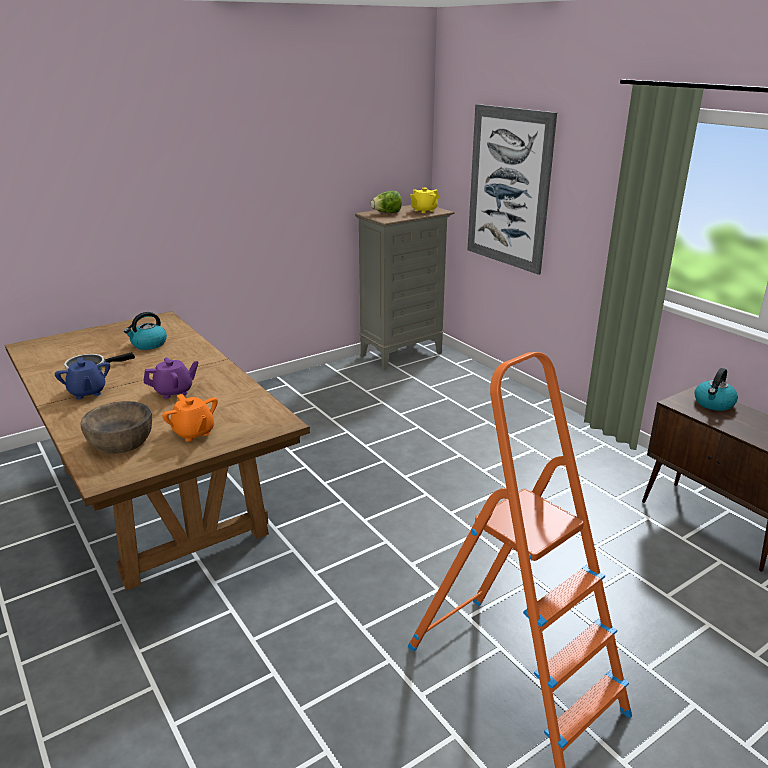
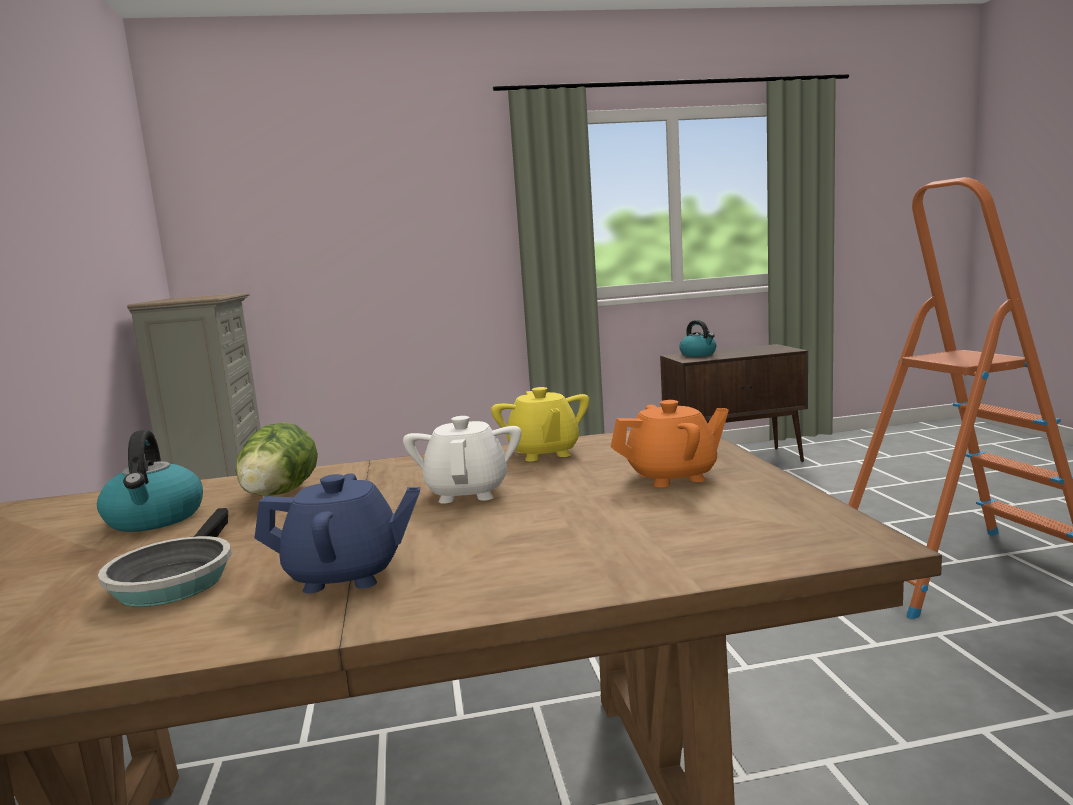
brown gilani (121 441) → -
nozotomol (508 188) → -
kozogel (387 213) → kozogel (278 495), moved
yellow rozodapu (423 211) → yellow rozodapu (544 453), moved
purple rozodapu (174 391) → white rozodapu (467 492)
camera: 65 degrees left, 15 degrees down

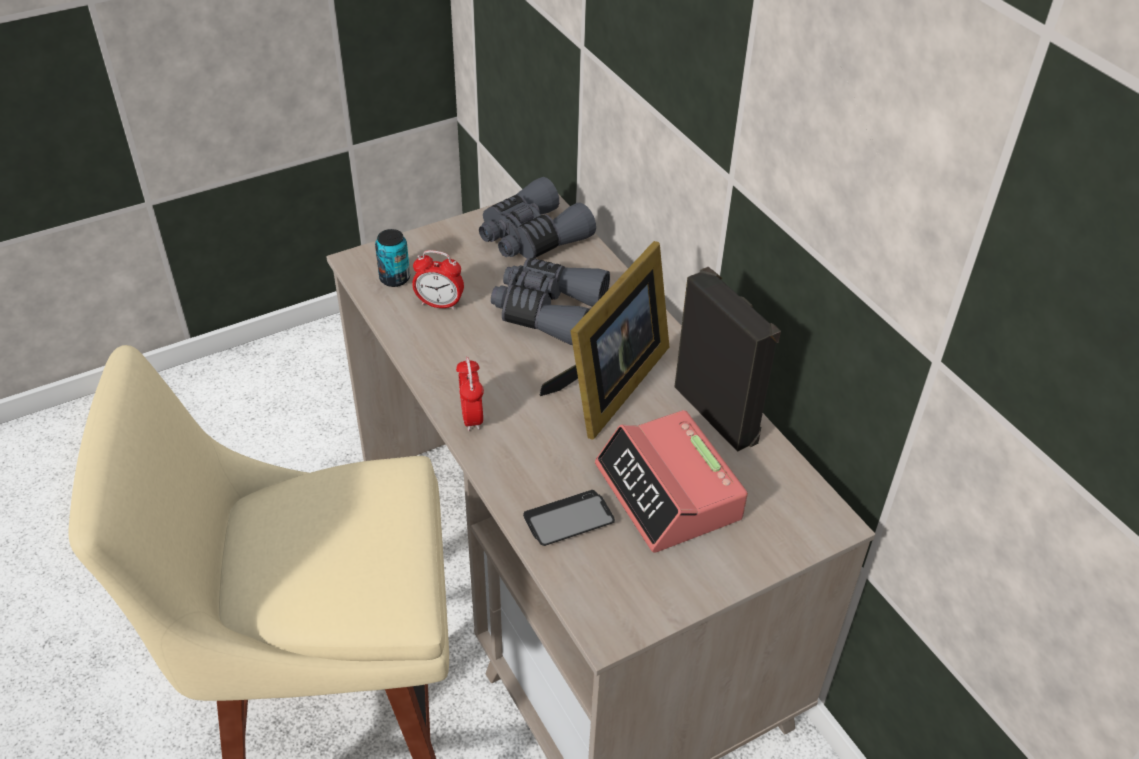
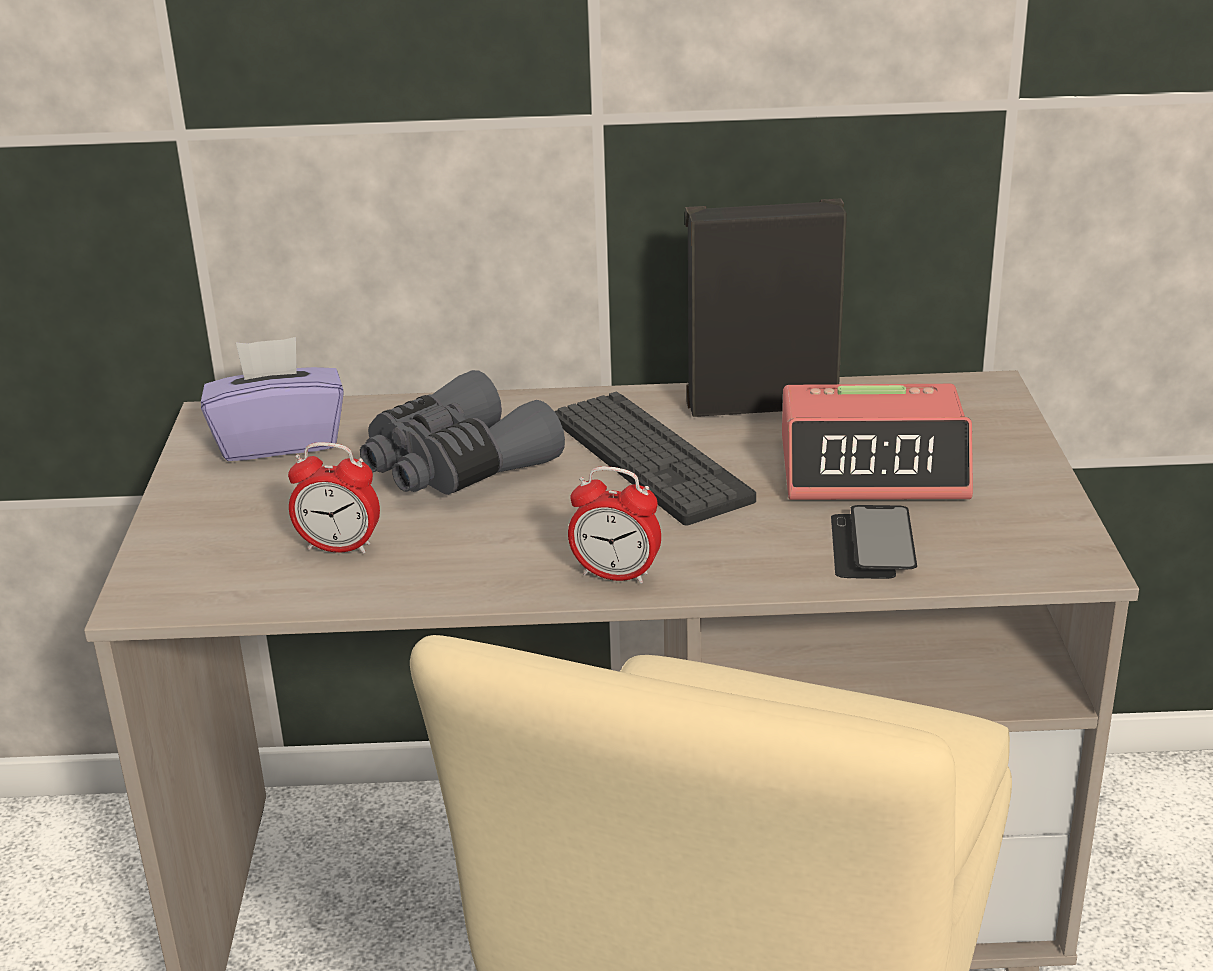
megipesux (395 278) → -
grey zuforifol (531 237) → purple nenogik (279 441)
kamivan (609 386) → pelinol (649 459)
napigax (439 304) → napigax (339 547), 60 degrees clockwise
camera: 60 degrees left, 15 degrees down

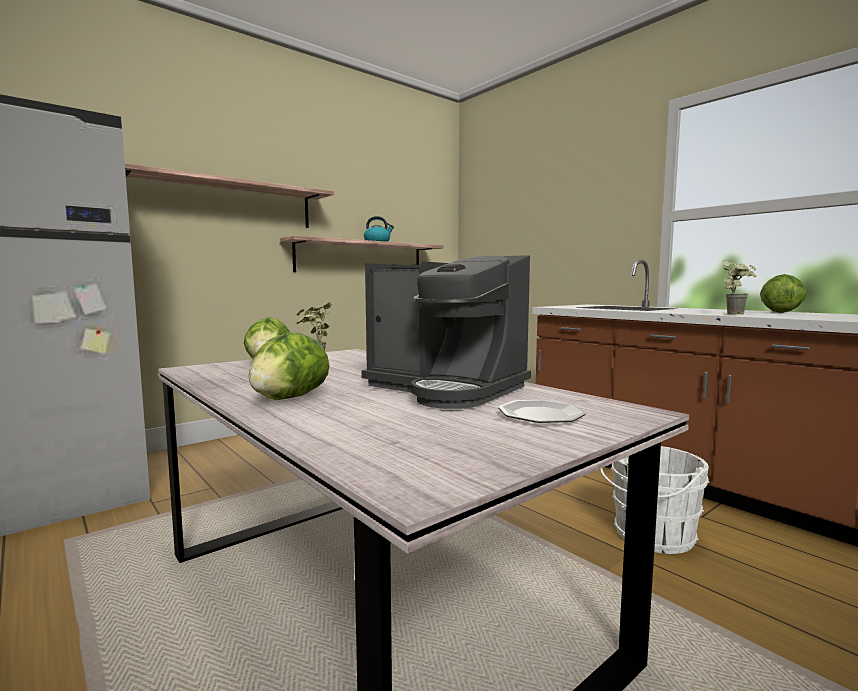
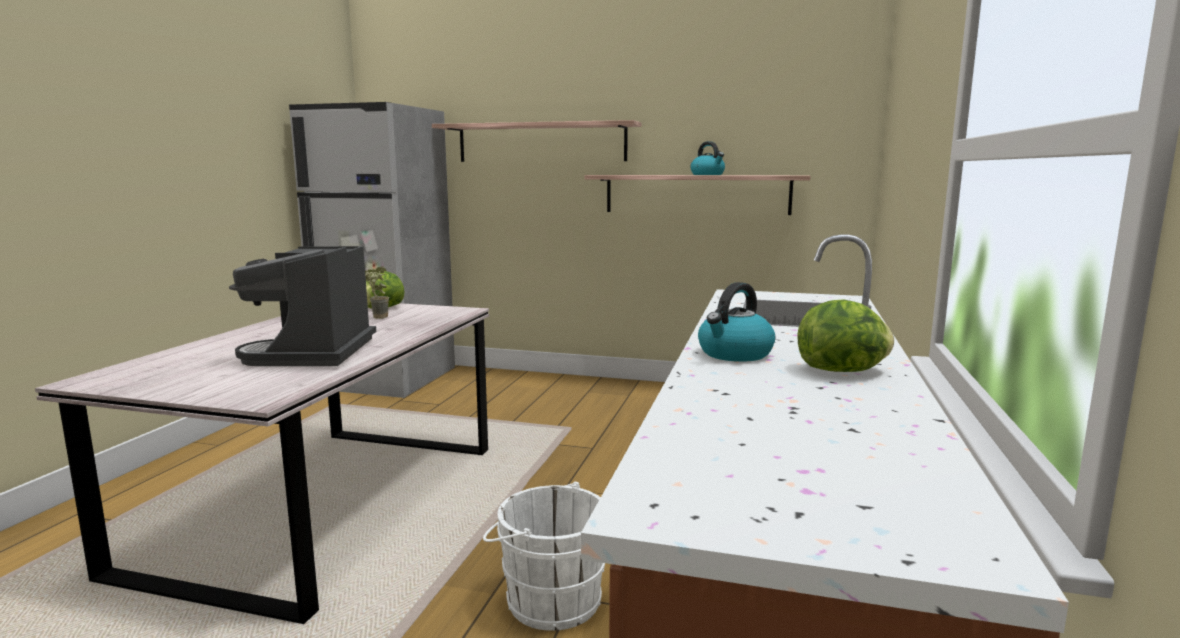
kozogel (288 398) → -
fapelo (541 415) → -
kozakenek (737 314) → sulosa (734 354)
camera: 55 degrees right, 5 degrees up

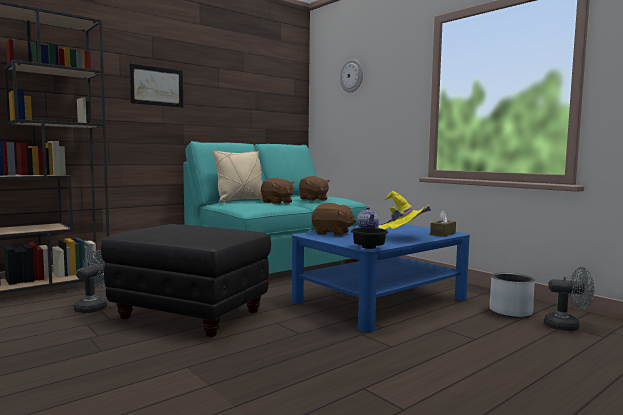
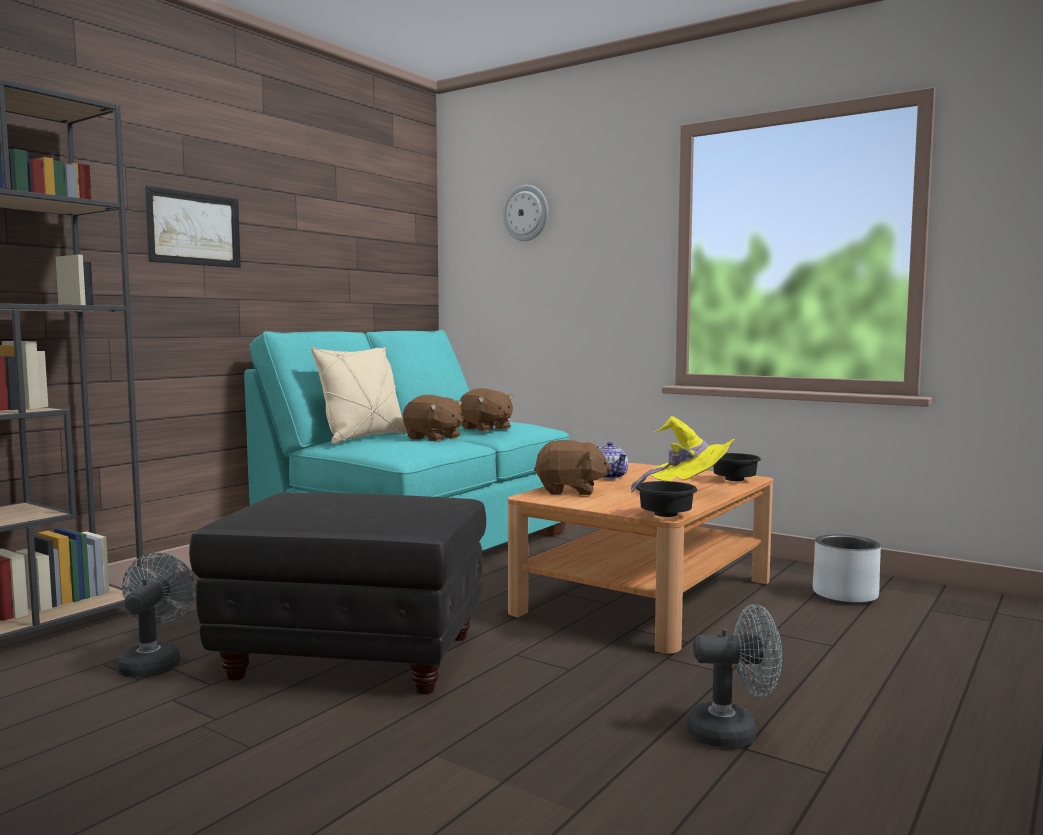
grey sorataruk (567 326) → grey sorataruk (733 733), moved
brown nenogik (443 234) → black gilani (736 480)
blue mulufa (380 300) → brown mulufa (645 596)
camera: 15 degrees left, 0 degrees up

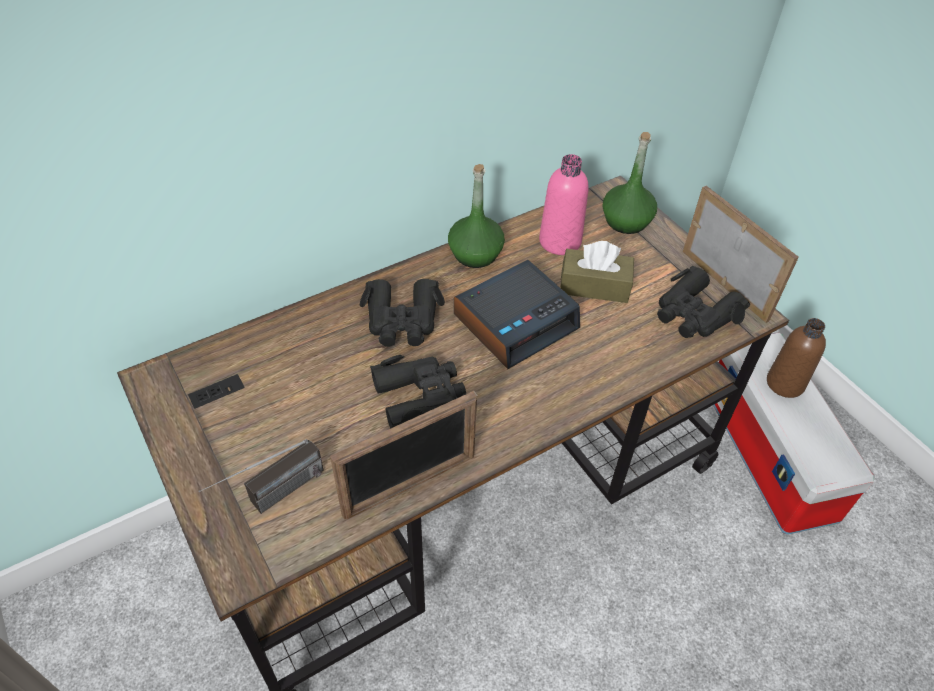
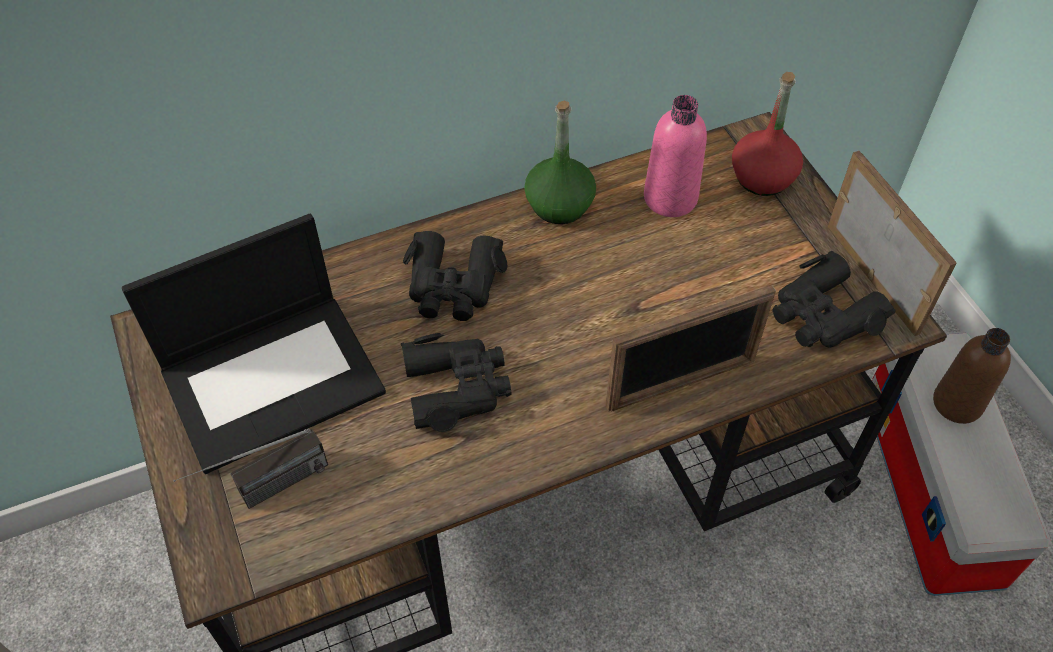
napigax (516 321) → -
brown nenogik (594 286) → -
- → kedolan (273 378)
kamivan (410 485) → kamivan (681 384), moved
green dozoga (626 221) → red dozoga (762 178)
camera: 10 degrees right, 5 degrees up

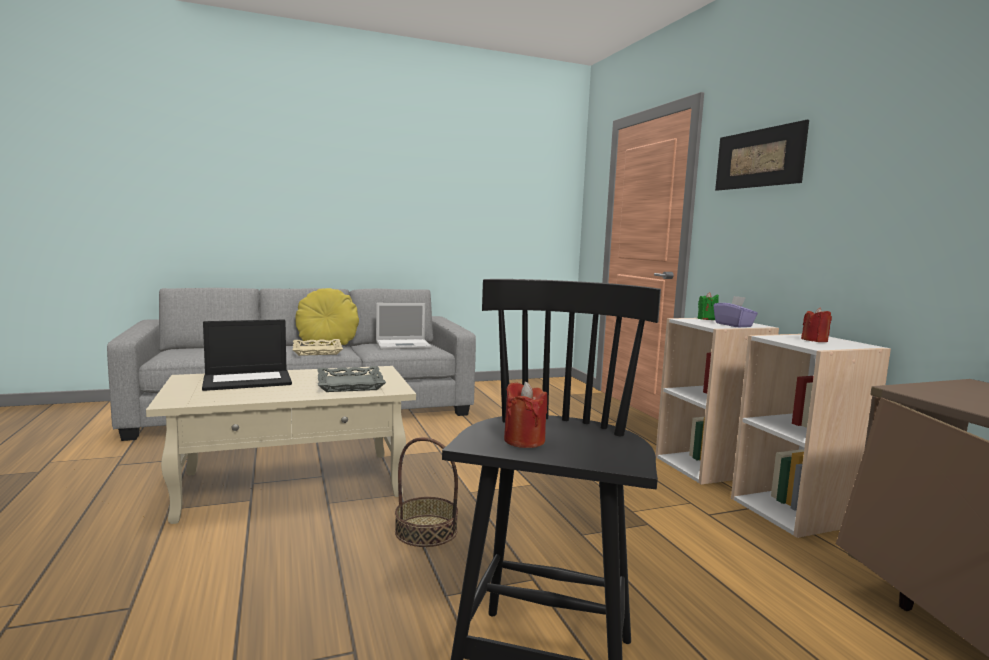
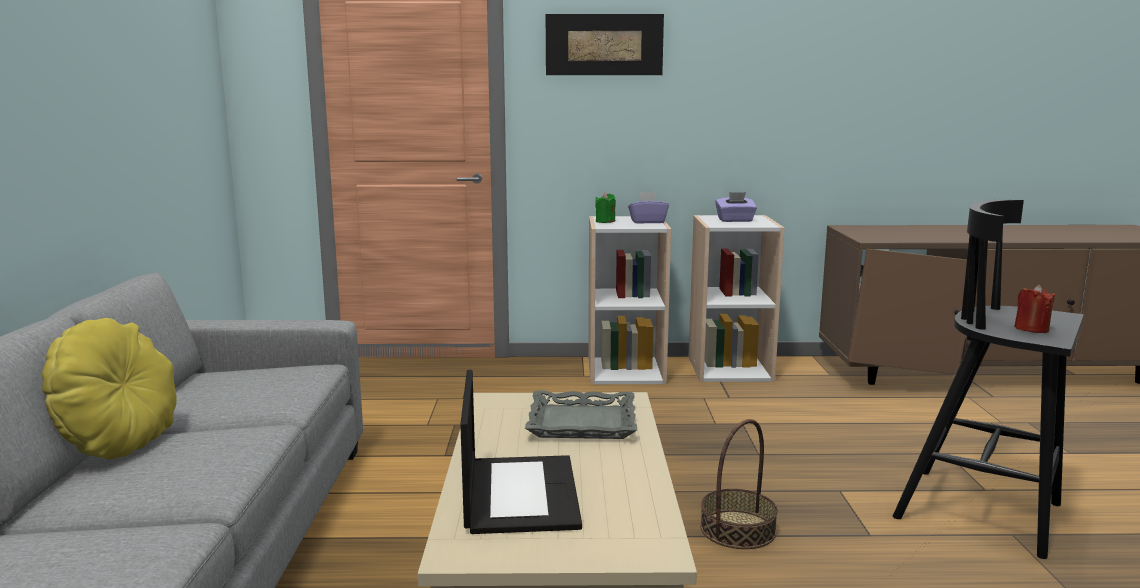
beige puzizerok (316 351) → -
kedolan (404 345) → -
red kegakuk (815 340) → purple nenogik (735 220)
camera: 70 degrees left, 5 degrees up

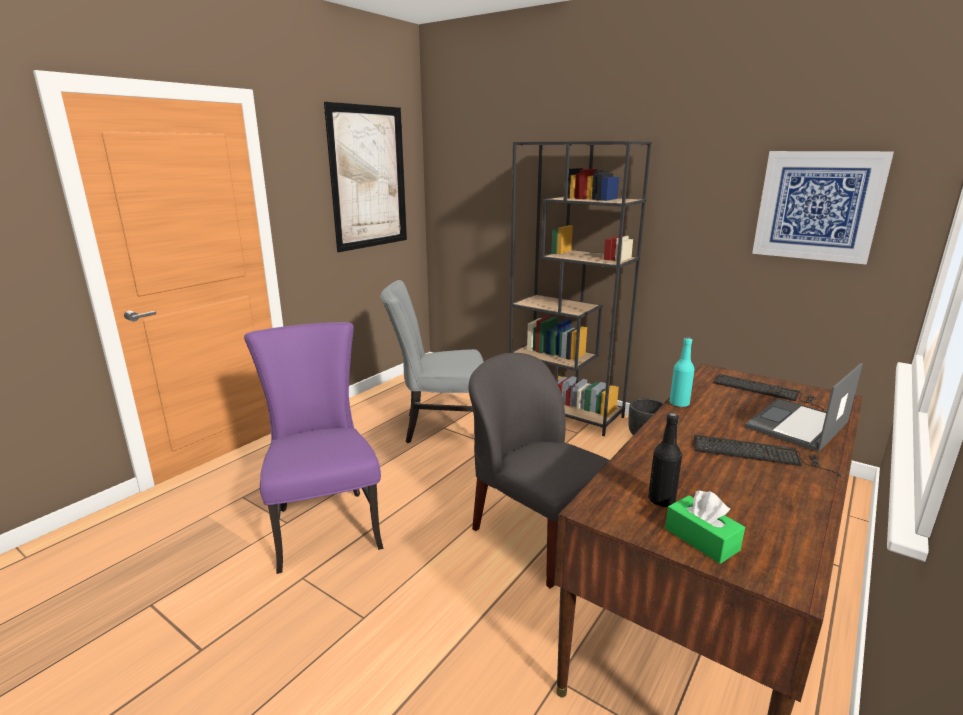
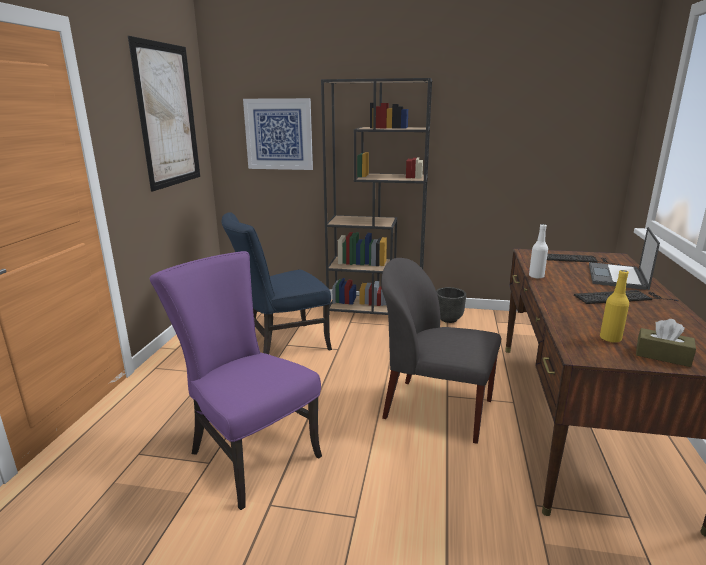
nozotomol (817 206) → nozotomol (279 134), moved
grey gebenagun (438 427) → blue gebenagun (281 345)
black dozoga (661 500) → yellow dozoga (610 339)
green nenogik (701 539) → brown nenogik (662 356)
turquoise dozoga (679 403) → white dozoga (536 276)
camera: 25 degrees left, 0 degrees up

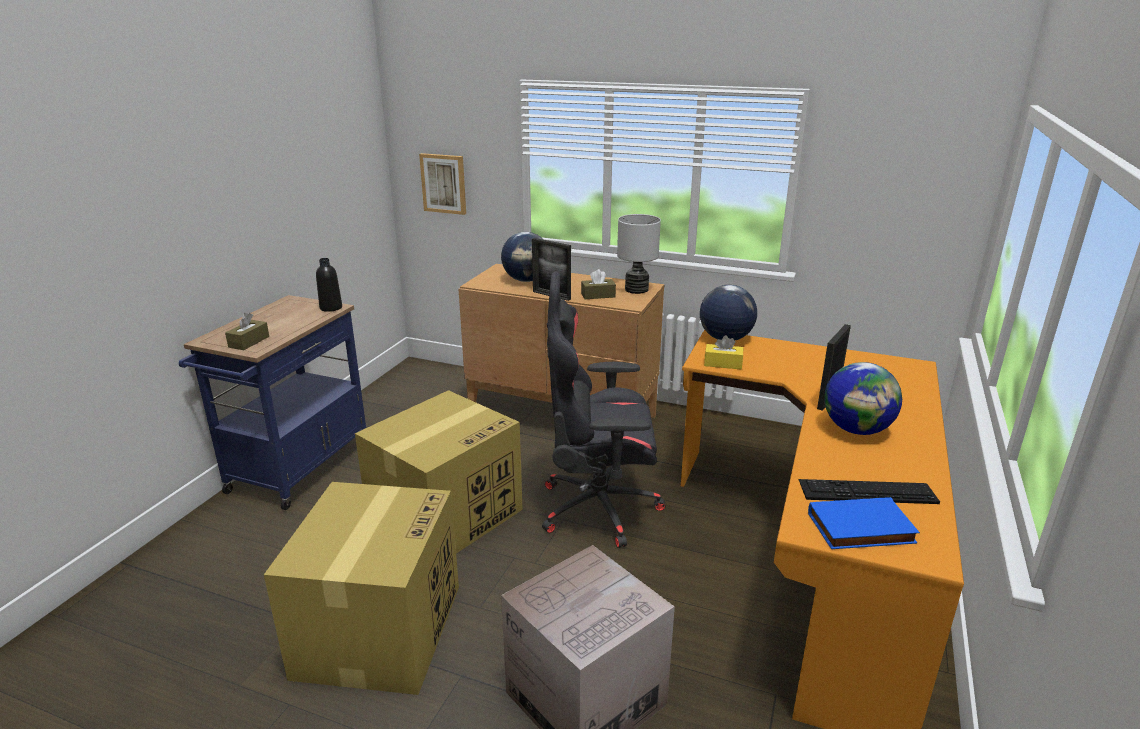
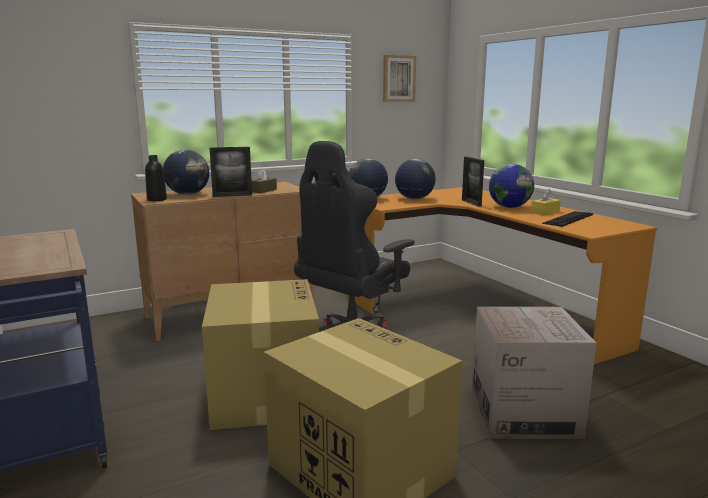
brown nenogik (249 342) → -
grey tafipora (636 290) → -
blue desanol (861 529) → -
- → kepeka (414 199)
black dozoga (331 308) → black dozoga (157 199), moved
nozotomol (444 183) → nozotomol (398 78), moved
yellow nenogik (723 363) → yellow nenogik (545 212), moved
camera: 50 degrees left, 10 degrees down

